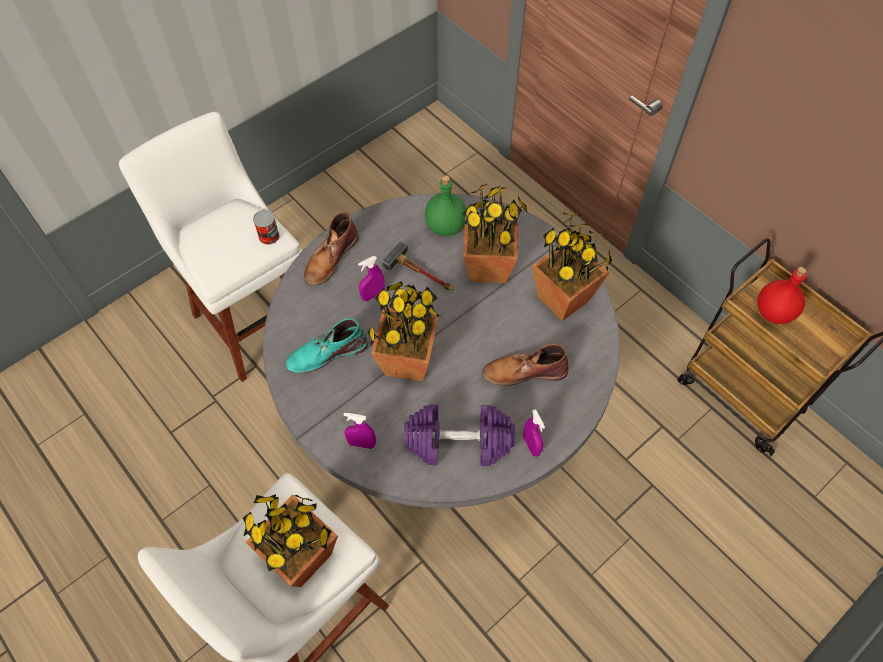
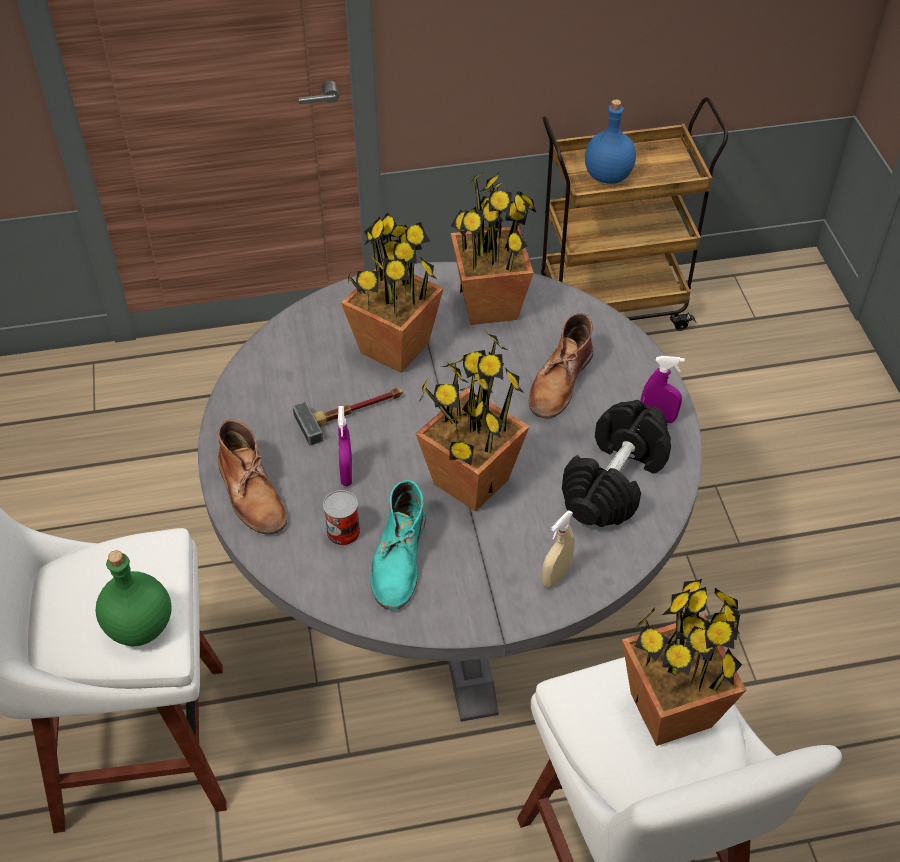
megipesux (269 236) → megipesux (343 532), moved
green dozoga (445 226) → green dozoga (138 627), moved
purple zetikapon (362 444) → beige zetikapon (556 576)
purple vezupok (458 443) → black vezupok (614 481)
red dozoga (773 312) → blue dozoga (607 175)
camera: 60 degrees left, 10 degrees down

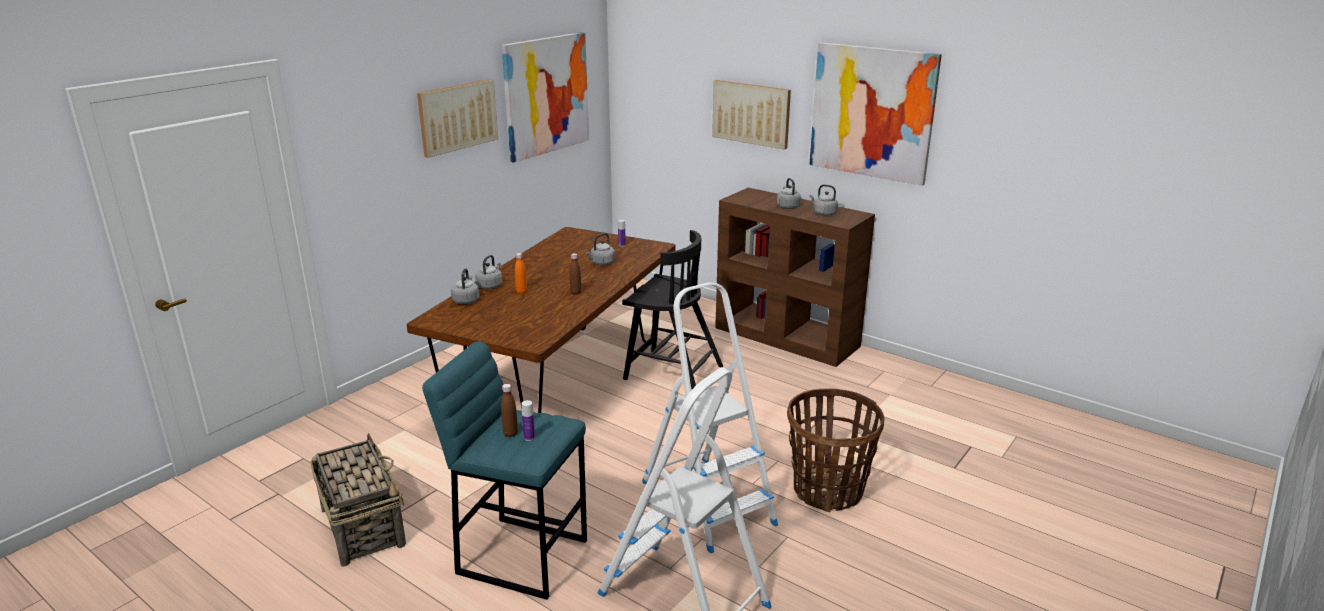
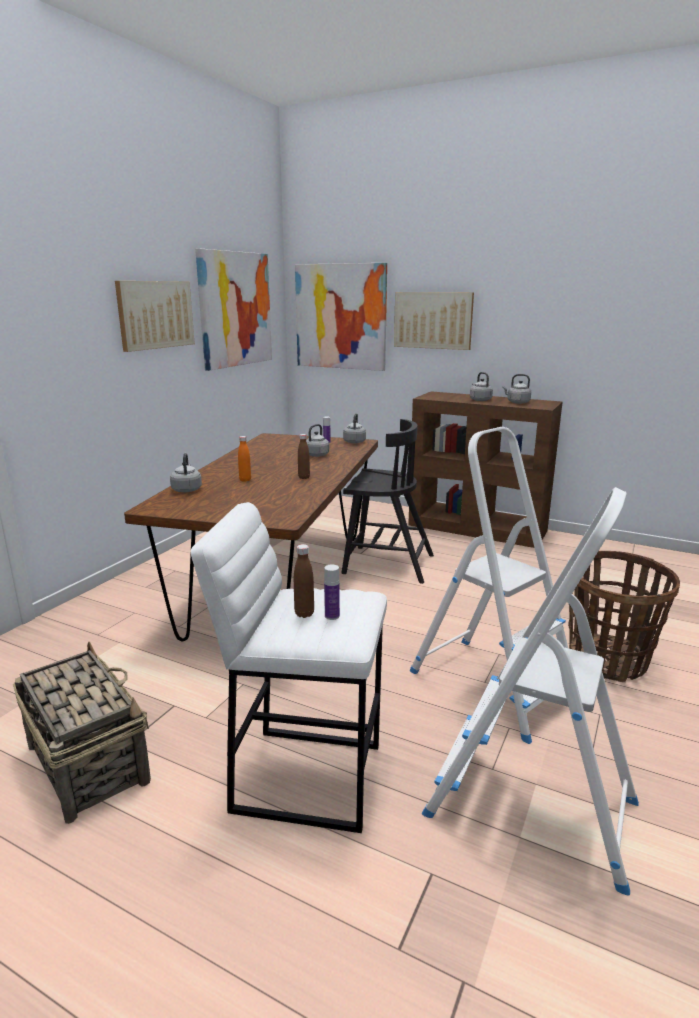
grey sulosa (490 285) → grey sulosa (354 441), moved
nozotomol (872 112) → nozotomol (340 317), moved
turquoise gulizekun (519 555) → white gulizekun (303 776)
camera: 10 degrees left, 5 degrees down

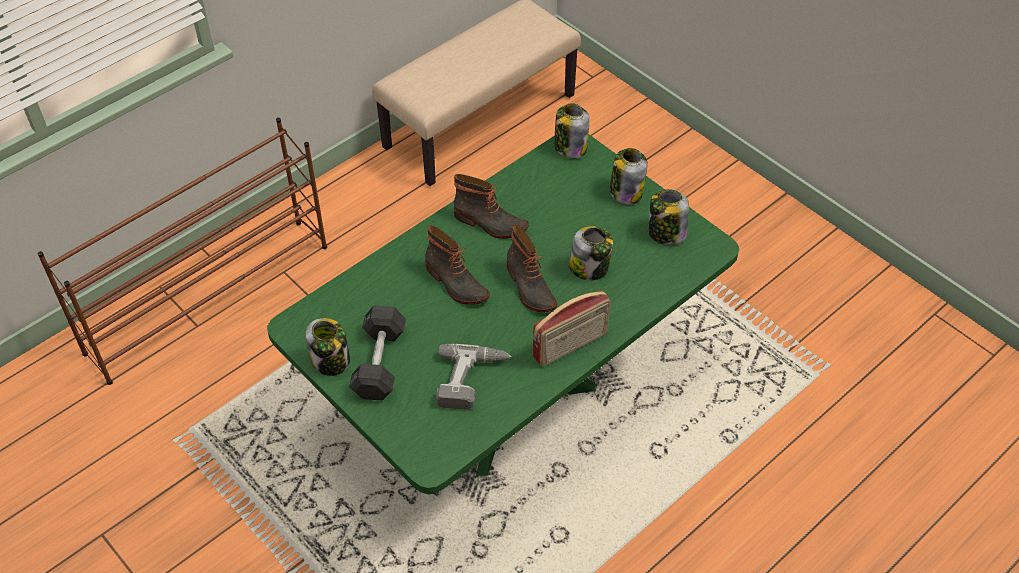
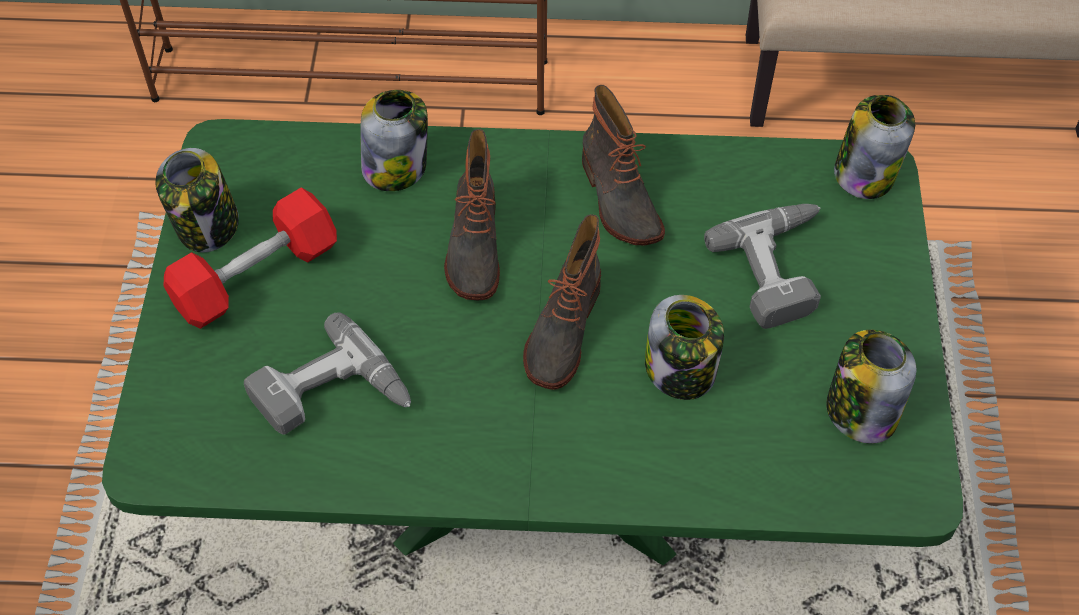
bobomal (571 346) → -
- → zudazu (781 269)
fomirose (626 192) → fomirose (396 167), moved
grey vezupok (379 363) → red vezupok (256 276)
camera: 45 degrees right, 5 degrees up

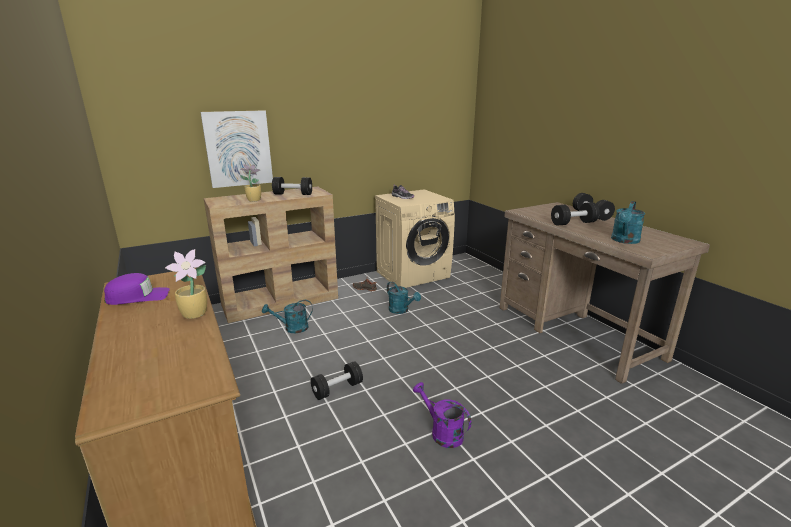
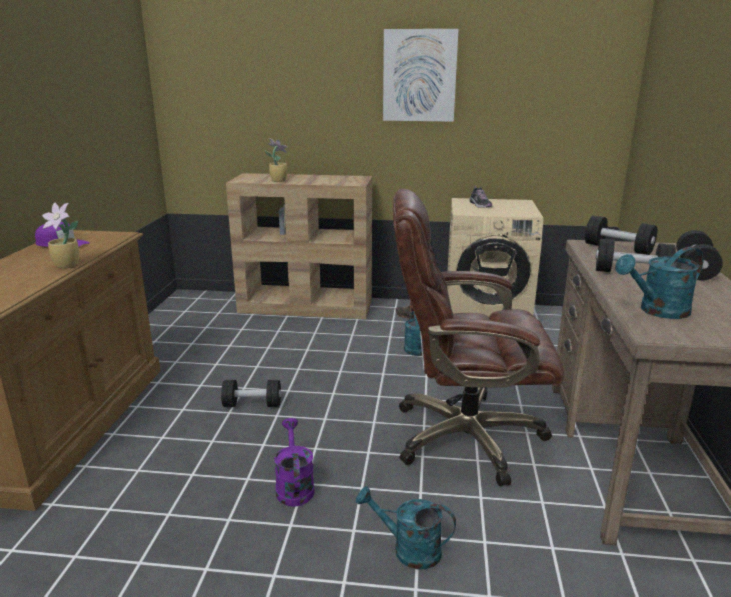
- → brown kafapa (467 436)
nozotomol (238 148) → nozotomol (419 76), moved
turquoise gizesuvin (292 328) → turquoise gizesuvin (408 549), moved
black vezupok (293 194) → black vezupok (618 248), moved
camera: 35 degrees right, 0 degrees up

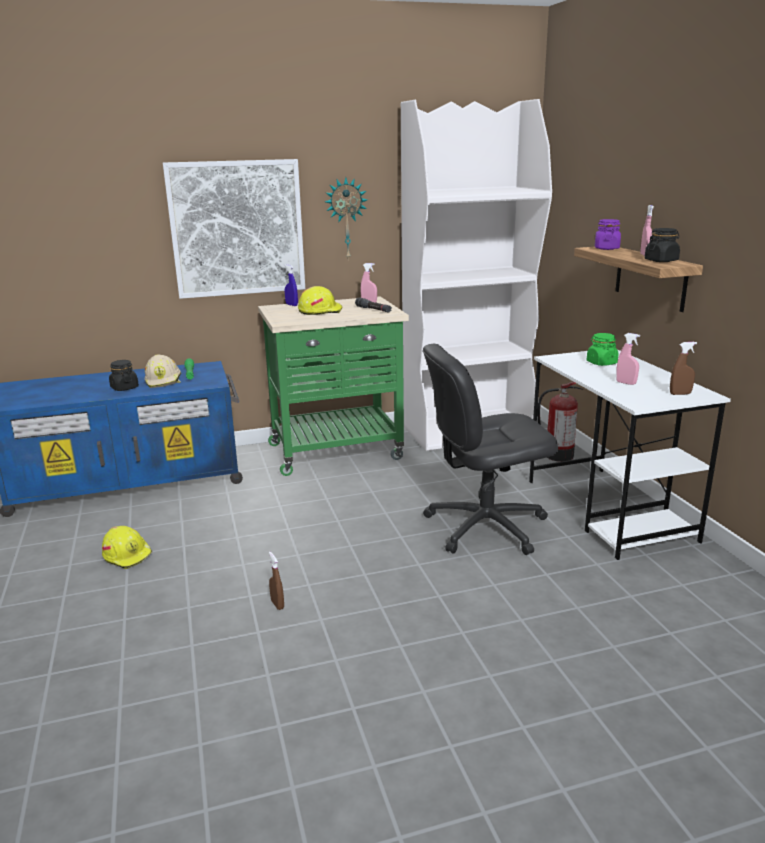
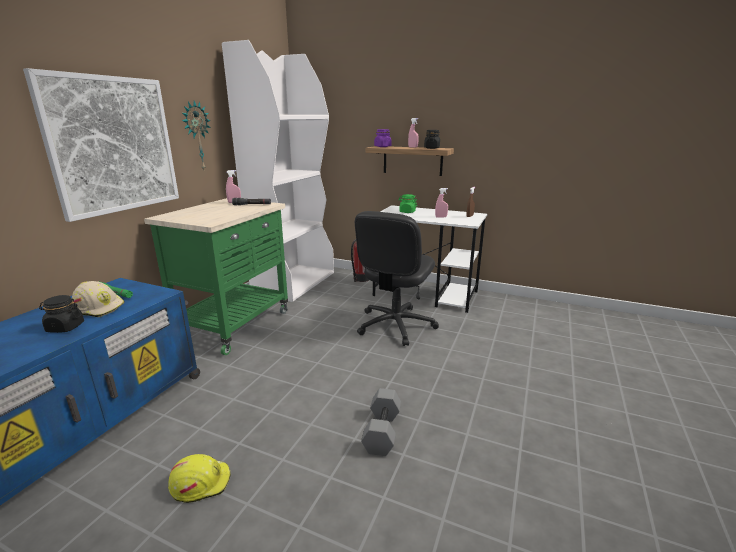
blue zetikapon (291 305) → -
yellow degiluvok (320 311) → -
brown zetikapon (277 604) → grey vezupok (381 430)
camera: 50 degrees left, 0 degrees up

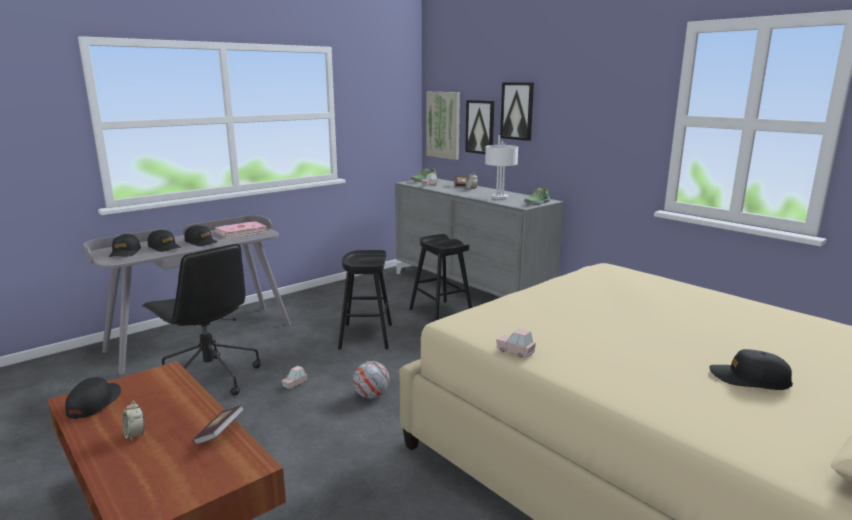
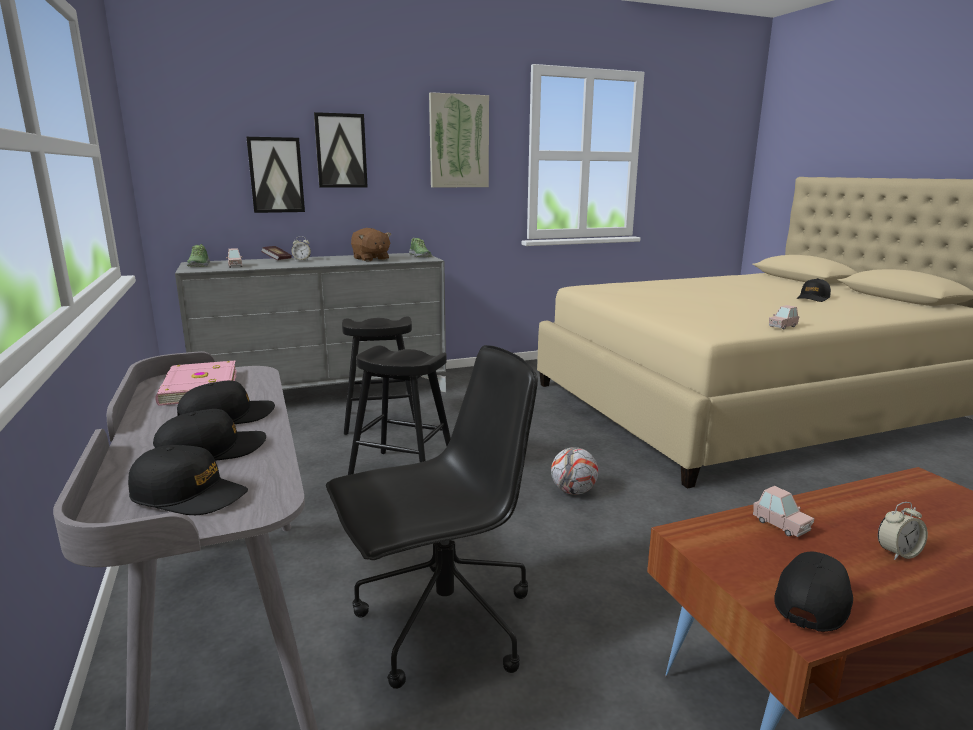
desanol (220 433) → -
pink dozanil (294 384) → pink dozanil (780 525), moved
nozotomol (443 125) → nozotomol (458 141), moved
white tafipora (500 197) → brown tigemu (370 259)
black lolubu (94 403) → black lolubu (813 599), 105 degrees clockwise
camera: 70 degrees left, 0 degrees up

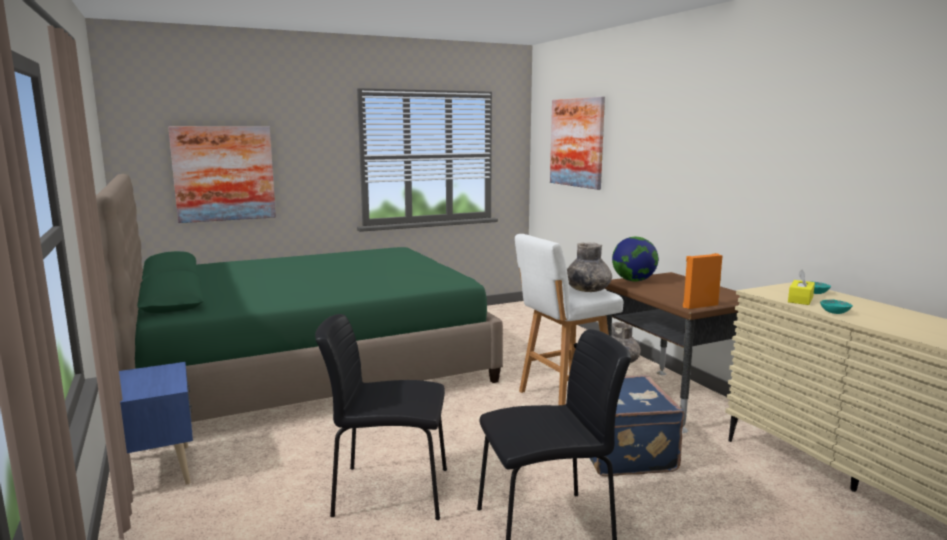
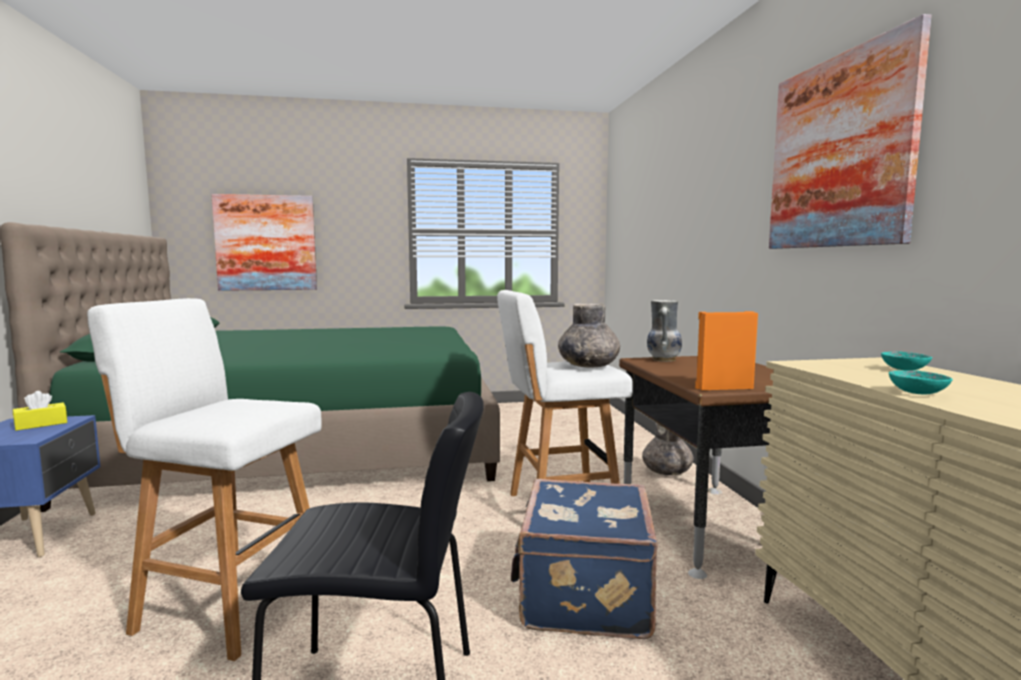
nozotomol (577 142) → nozotomol (839 152), moved
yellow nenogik (800 299) → yellow nenogik (41 424), moved
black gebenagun (387 492) → white gulizekun (228 604)
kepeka (633 280) → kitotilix (663 360)
camera: 15 degrees right, 5 degrees down

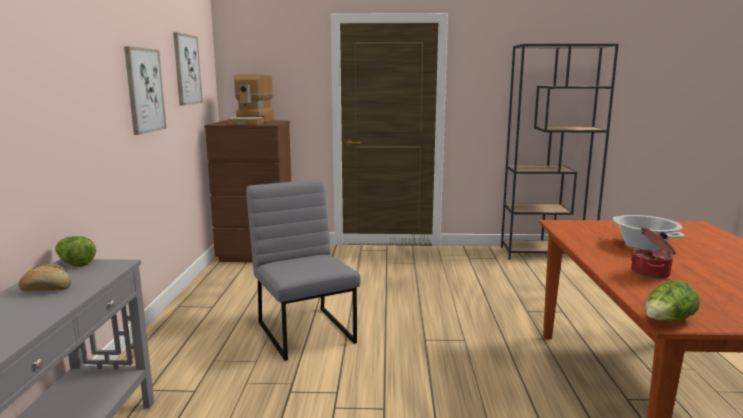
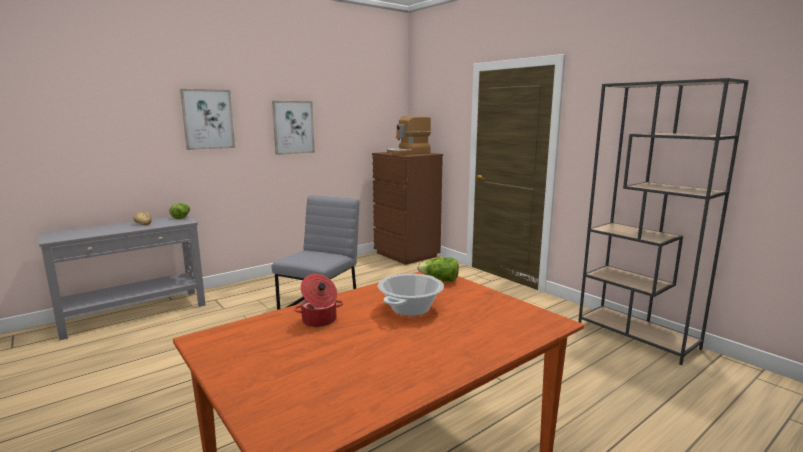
nozotomol (186 69) → nozotomol (208 119), moved
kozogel (667 321) → kozogel (439 280), moved
camera: 50 degrees right, 0 degrees up

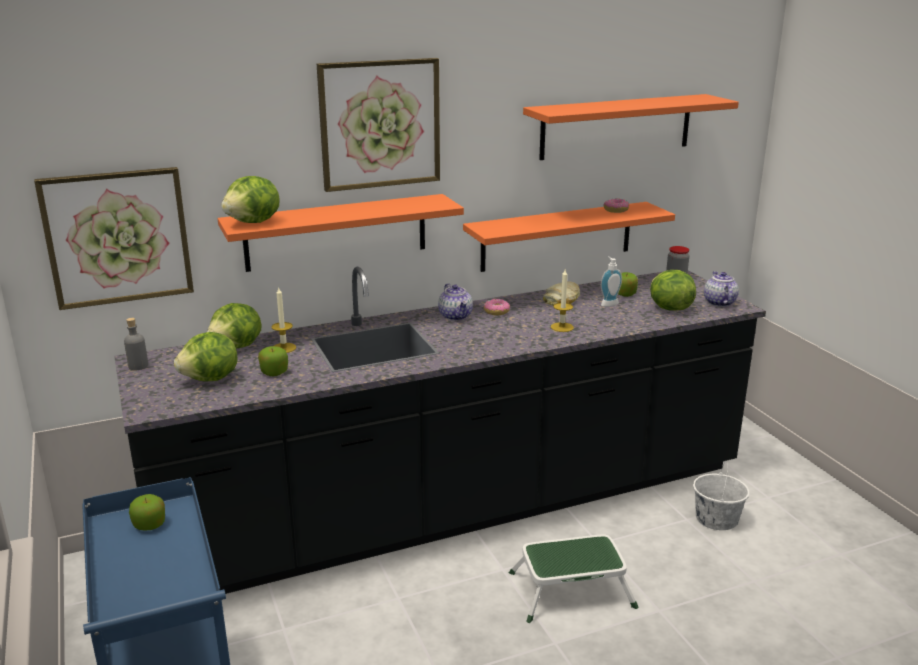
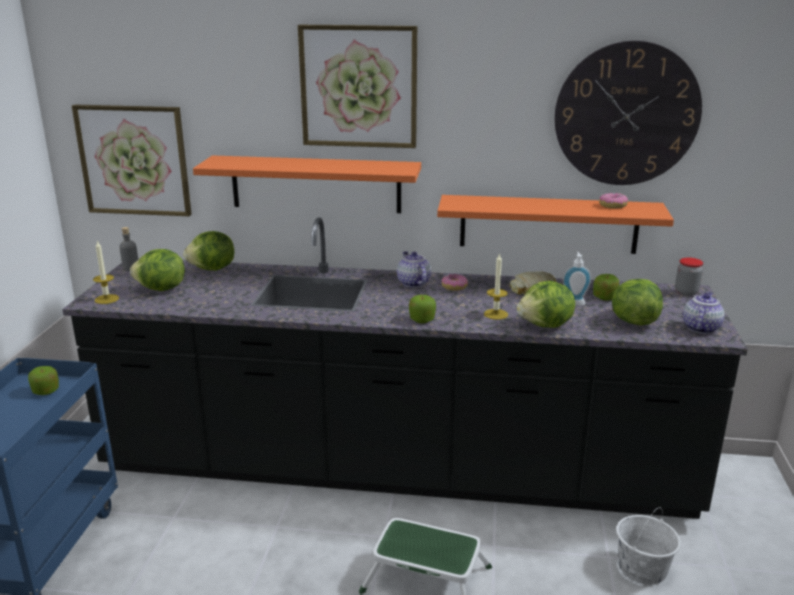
kozogel (254 222) → kozogel (546 326), moved
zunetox (274 372) → zunetox (422 319), moved
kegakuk (283 348) → kegakuk (107 299), moved
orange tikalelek (616 126) → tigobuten (626 114)
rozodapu (456 316) → rozodapu (413 283), 150 degrees clockwise
camera: 30 degrees right, 0 degrees up

